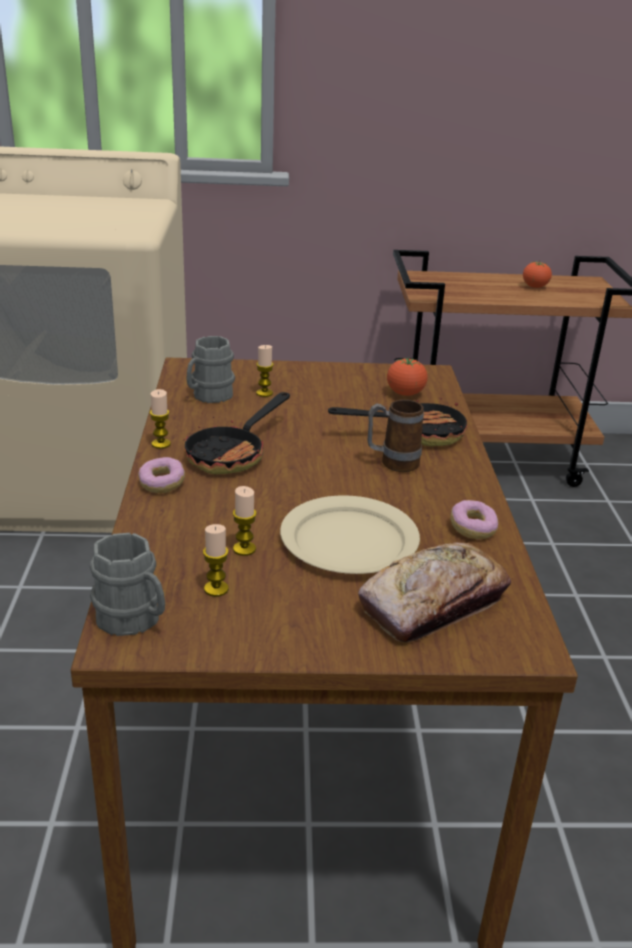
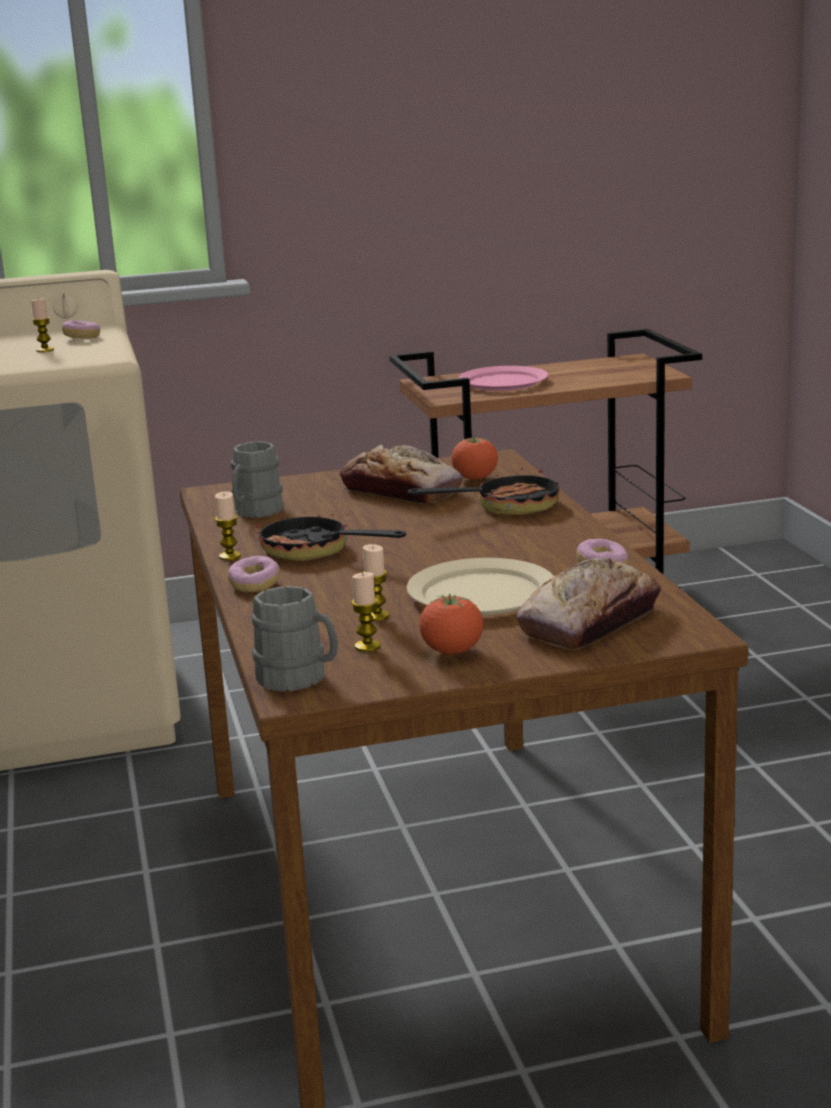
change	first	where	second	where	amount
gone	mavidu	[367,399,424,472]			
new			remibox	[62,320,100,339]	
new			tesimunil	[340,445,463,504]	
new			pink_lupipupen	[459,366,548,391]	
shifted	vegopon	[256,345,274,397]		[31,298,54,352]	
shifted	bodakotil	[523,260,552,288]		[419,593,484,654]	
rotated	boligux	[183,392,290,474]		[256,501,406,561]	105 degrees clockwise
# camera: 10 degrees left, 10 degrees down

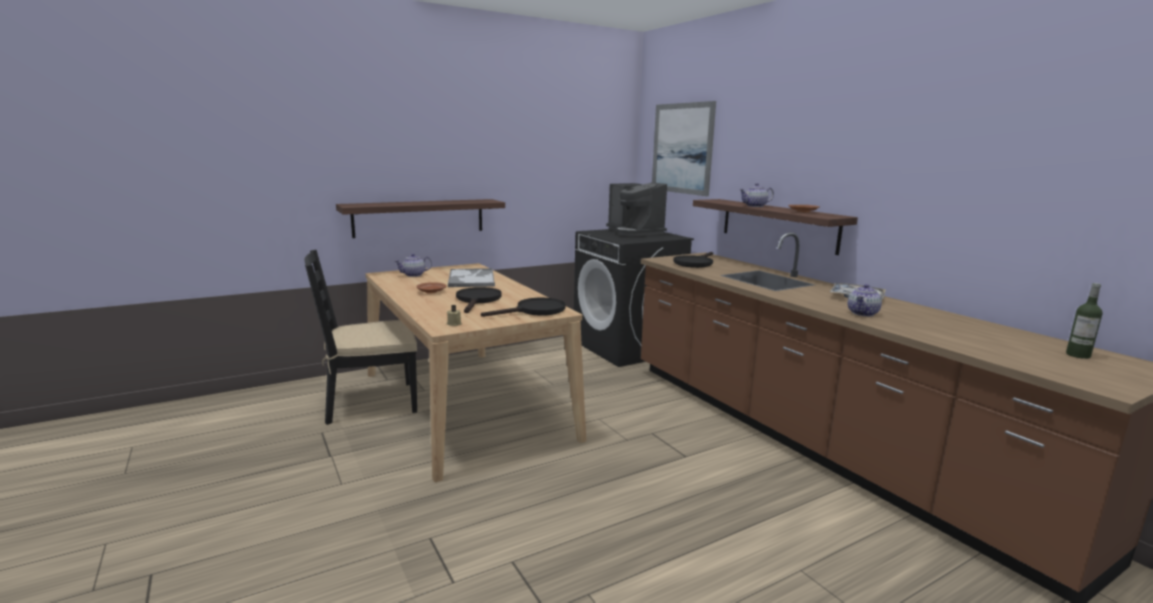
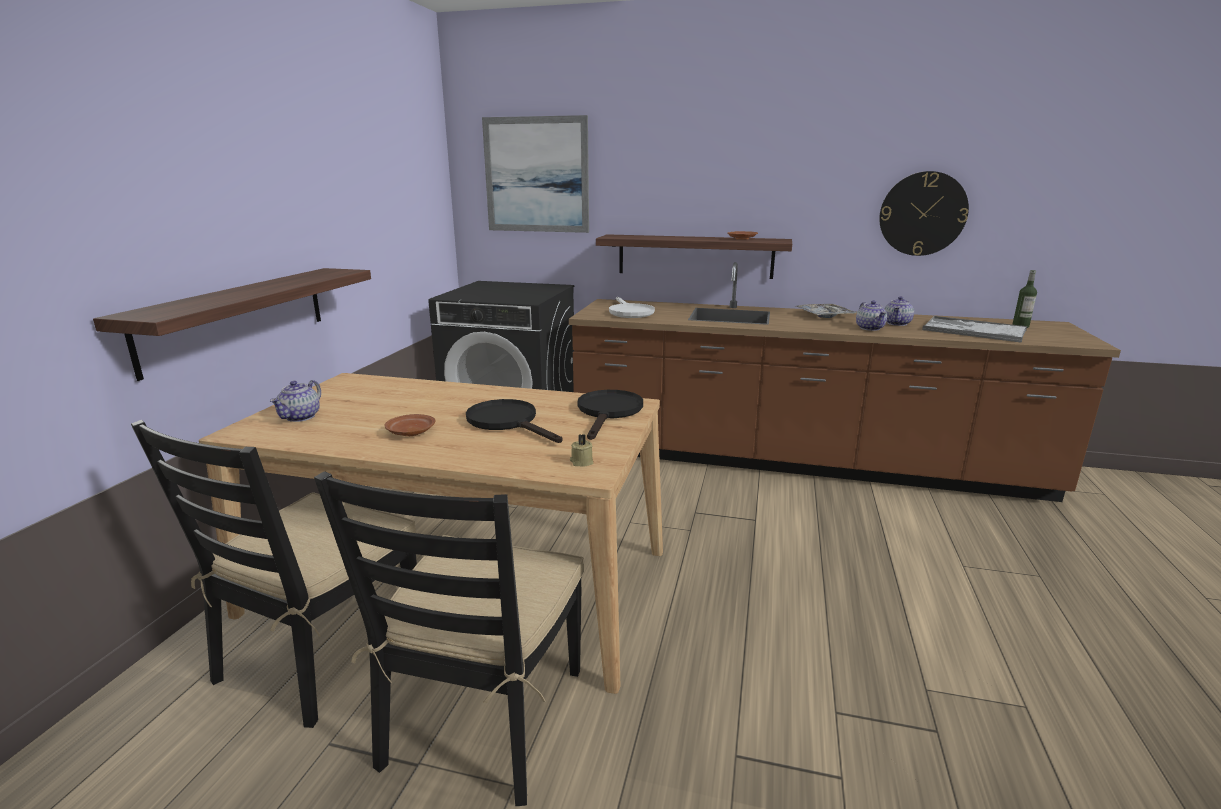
change	first	where	second	where	amount
gone	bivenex	[606,182,667,236]			
new			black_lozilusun	[314,471,584,806]	
new			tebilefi	[879,171,969,256]	
shifted	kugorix	[448,268,495,287]		[922,316,1027,343]	
shifted	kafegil	[739,183,774,207]		[885,296,914,326]	
repainted	black_boligux	[673,252,713,268]	white_boligux	[609,297,655,318]	
# camera: 45 degrees left, 5 degrees up

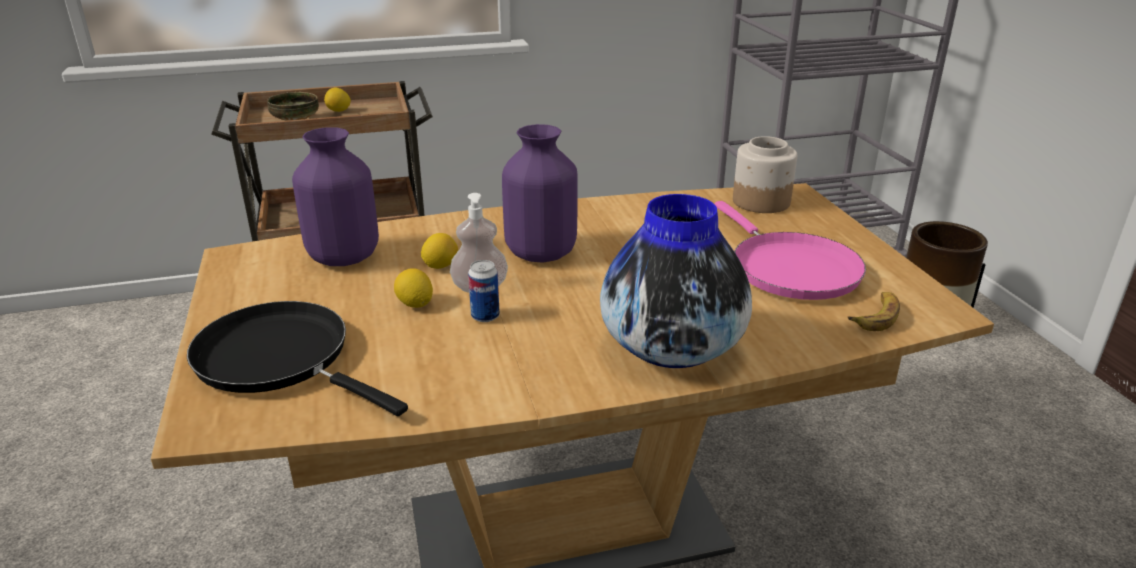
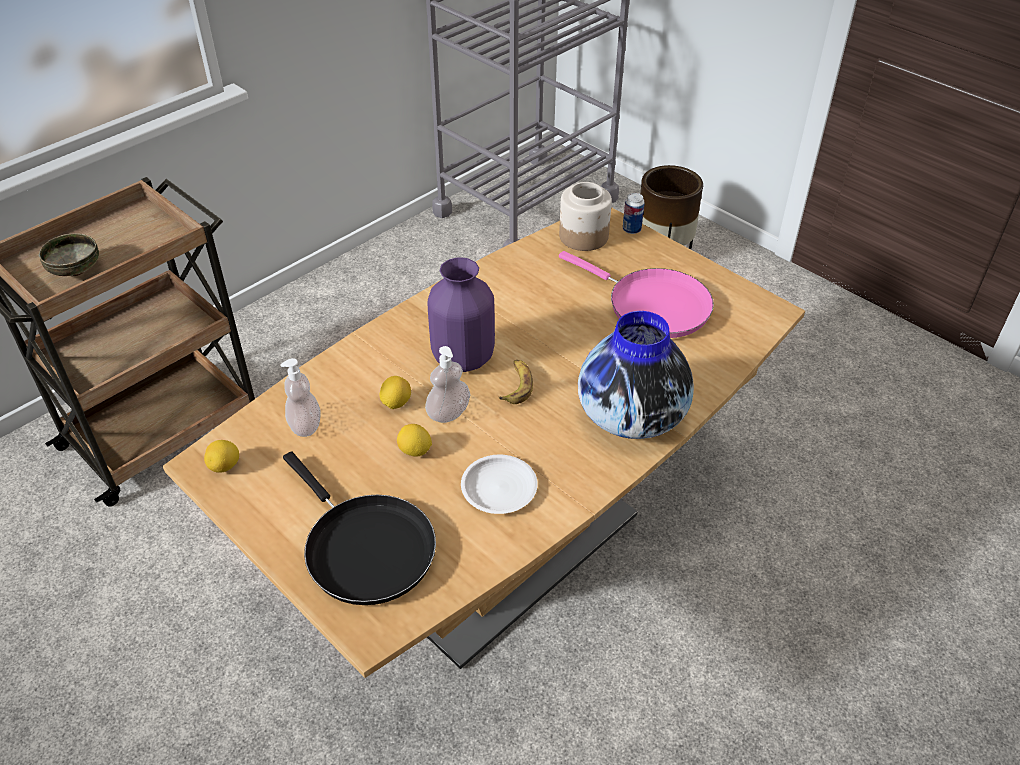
change	first	where	second	where	amount
new			white_lupipupen	[461,455,538,514]	
shifted	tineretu	[324,88,351,112]		[204,440,239,473]	
shifted	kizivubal	[468,260,500,322]		[623,193,645,234]	
shifted	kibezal	[848,292,900,331]		[499,360,533,404]	
swapped	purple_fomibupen	[292,127,379,266]	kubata	[280,358,320,437]	
rotated	black_boligux	[187,301,408,416]		[283,451,436,605]	135 degrees counterclockwise
# camera: 30 degrees left, 15 degrees up

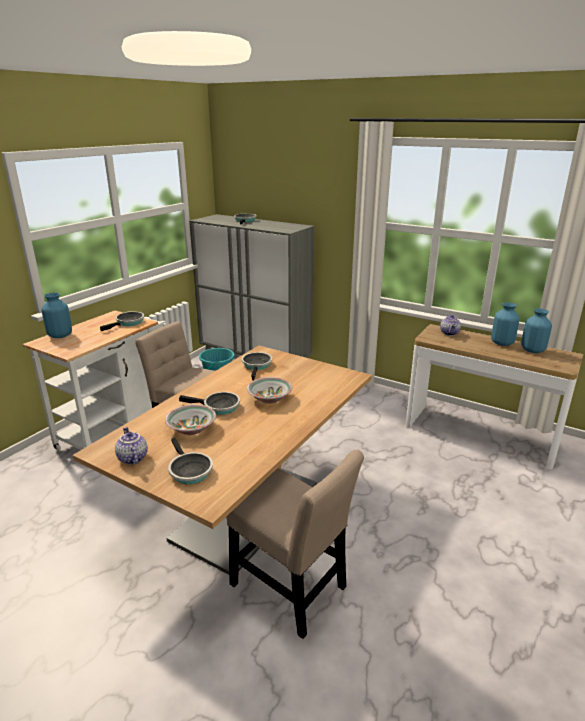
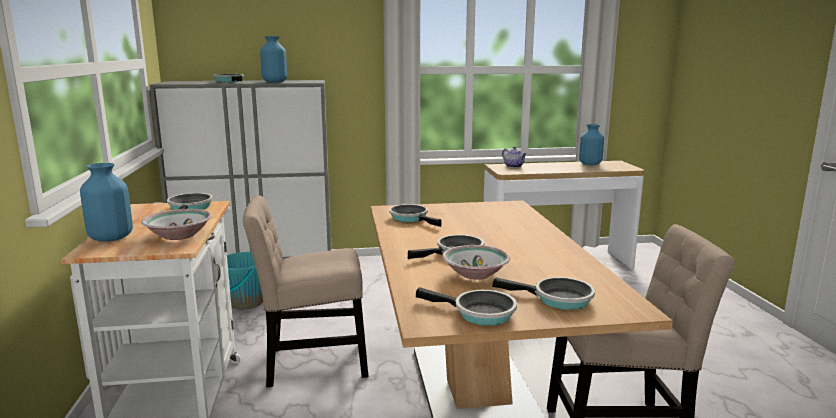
change	first	where	second	where	amount
shifted	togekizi	[247,377,292,404]		[141,209,212,240]	
shifted	blue_fomibupen	[491,302,520,346]		[260,36,287,82]	
swapped	kafegil	[115,427,148,465]	boligux	[416,287,517,326]	
# camera: 40 degrees left, 10 degrees down

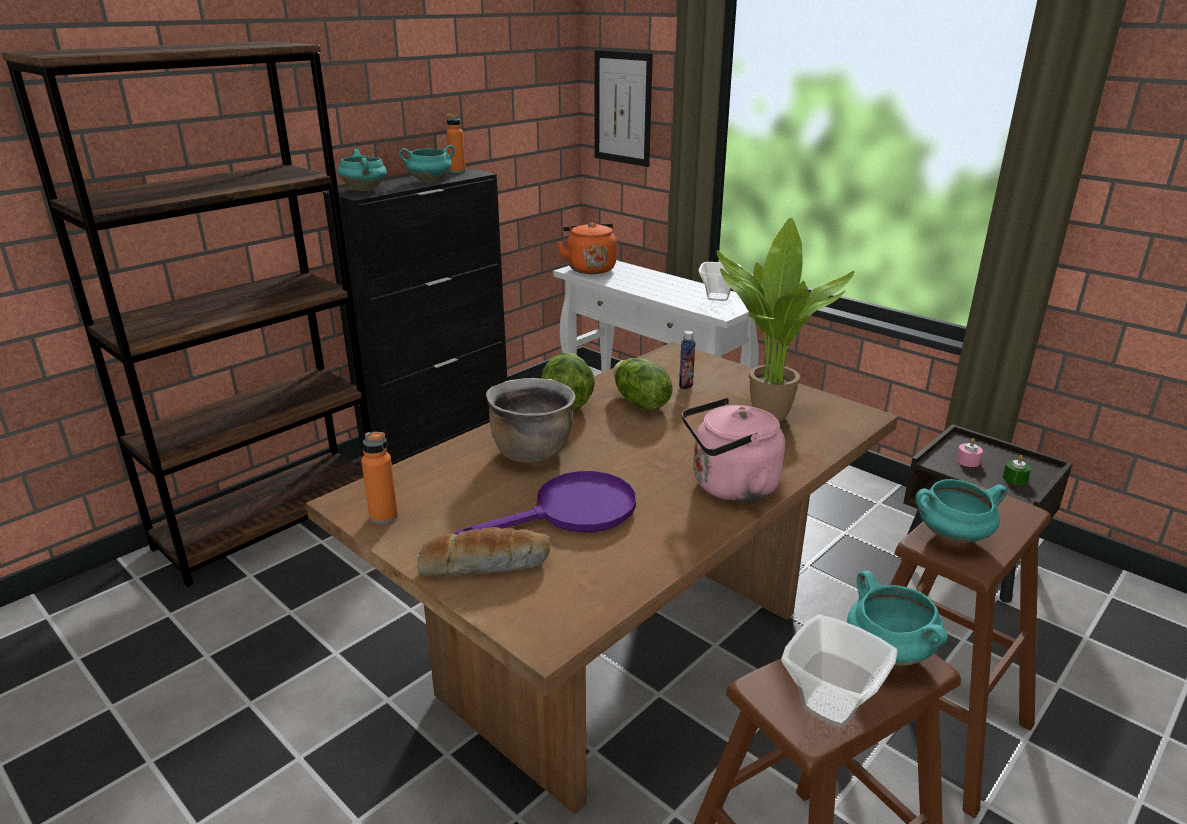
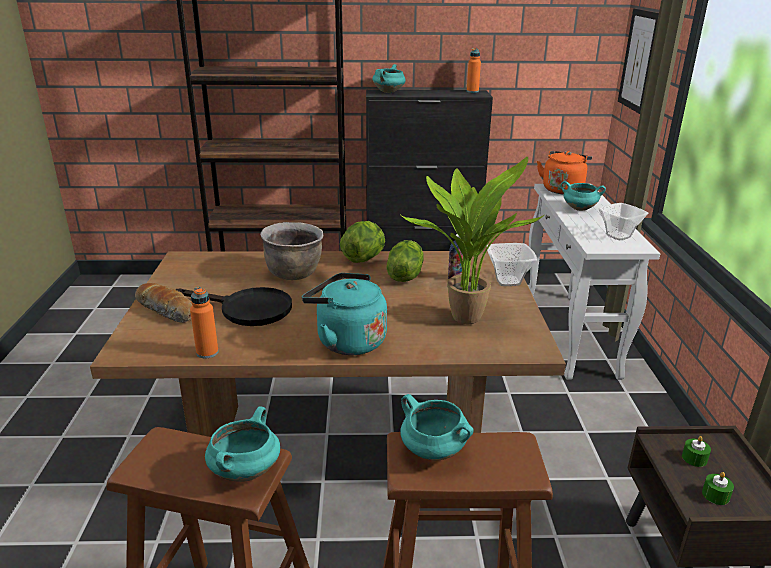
change	first	where	second	where	amount
shifted	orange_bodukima	[361,432,398,524]		[190,287,218,358]	
shifted	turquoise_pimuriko	[399,145,455,183]		[561,181,606,211]	
shifted	togekizi	[781,614,898,728]		[487,243,537,286]	
repainted	purple_boligux	[455,471,636,535]	black_boligux	[176,287,292,326]	
repainted	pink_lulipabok	[682,398,785,502]	turquoise_lulipabok	[302,273,387,355]	
repainted	pink_vegopon	[956,438,983,467]	green_vegopon	[682,436,711,467]	
# camera: 45 degrees right, 0 degrees up

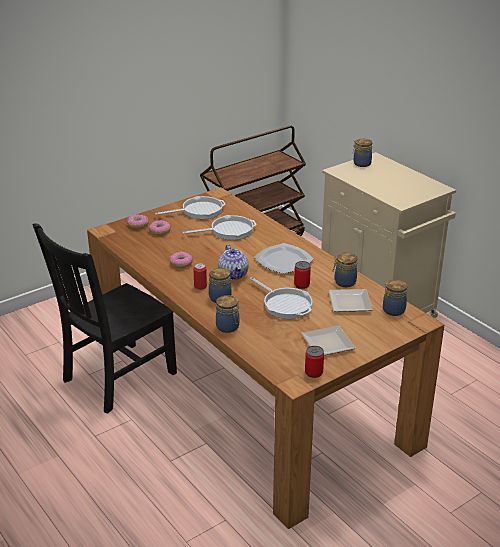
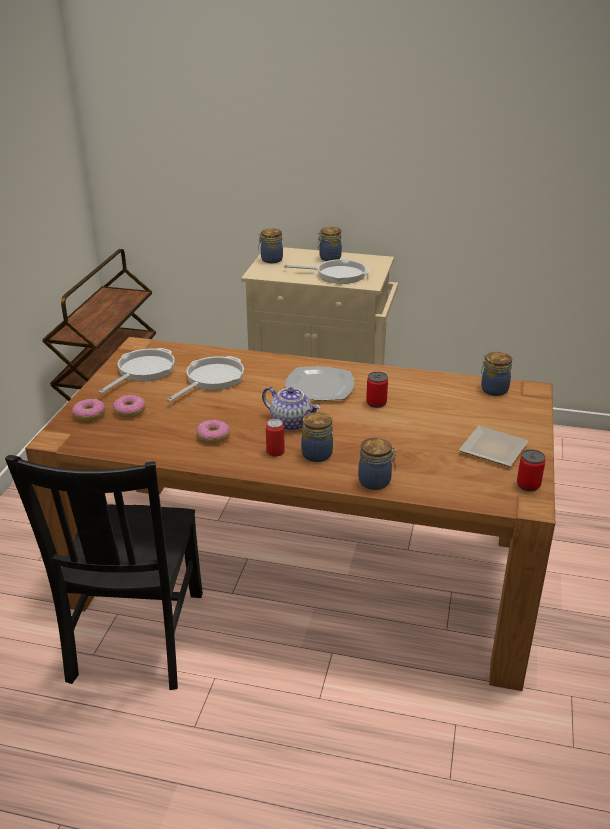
change	first	where	second	where	amount
gone	lupipupen	[329,289,373,312]			
shifted	boligux	[250,277,313,319]		[284,259,370,284]	
shifted	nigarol	[333,253,357,287]		[317,227,342,261]	
# camera: 40 degrees left, 0 degrees up

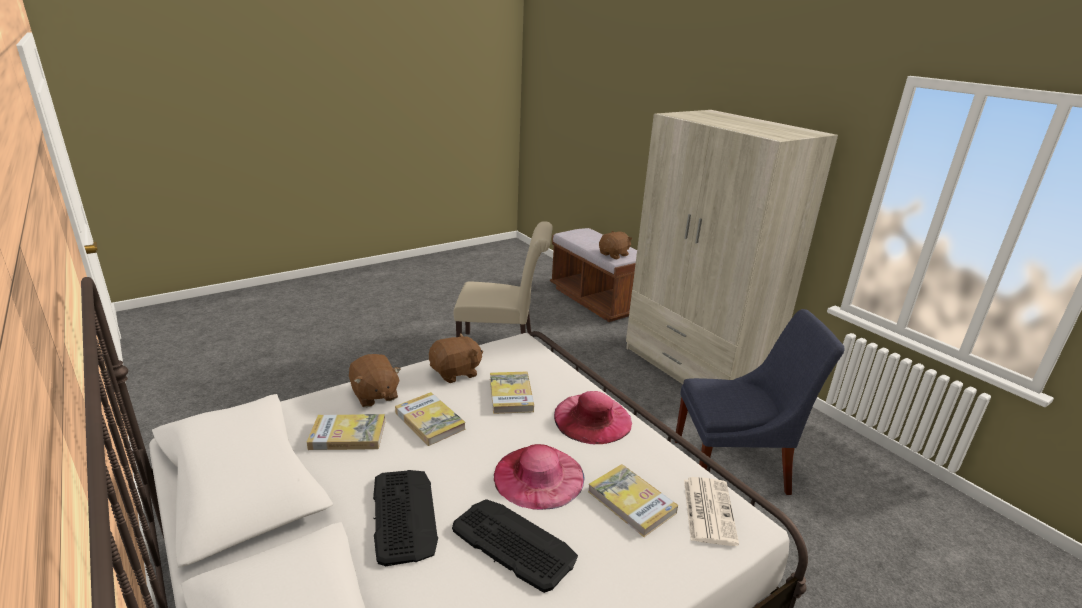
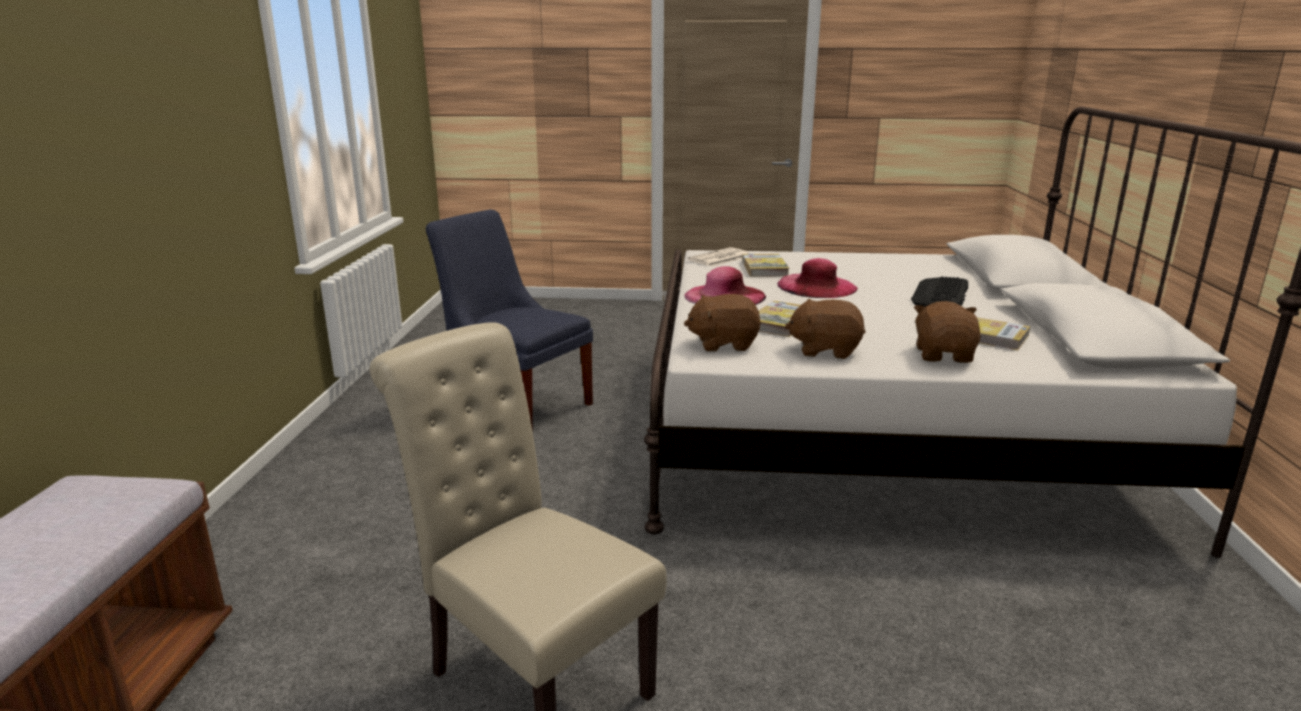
change	first	where	second	where	amount
gone	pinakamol	[395,392,466,446]			
gone	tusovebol	[452,499,578,593]			
gone	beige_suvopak	[626,110,838,384]			
shifted	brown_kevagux	[599,231,632,259]		[684,294,761,352]	
# camera: 140 degrees left, 5 degrees down

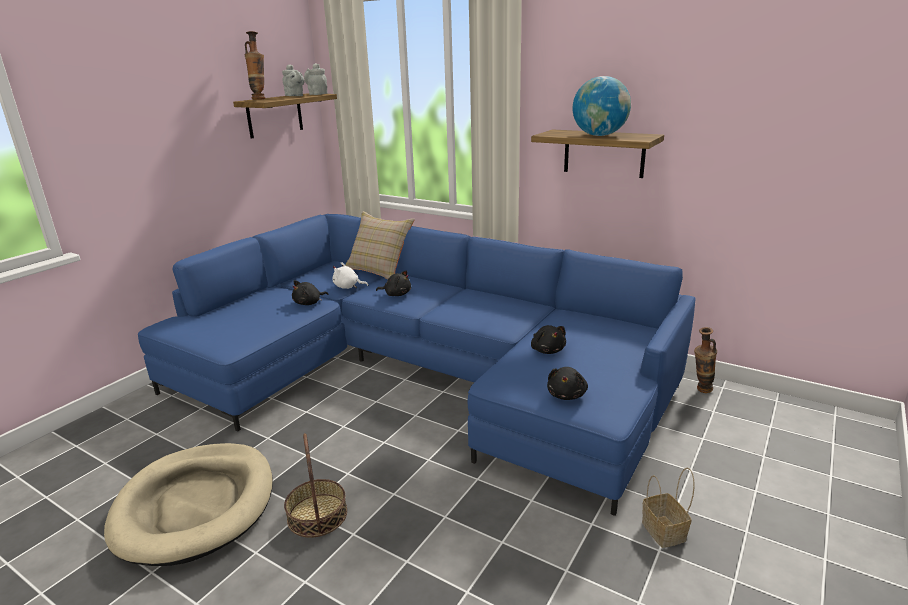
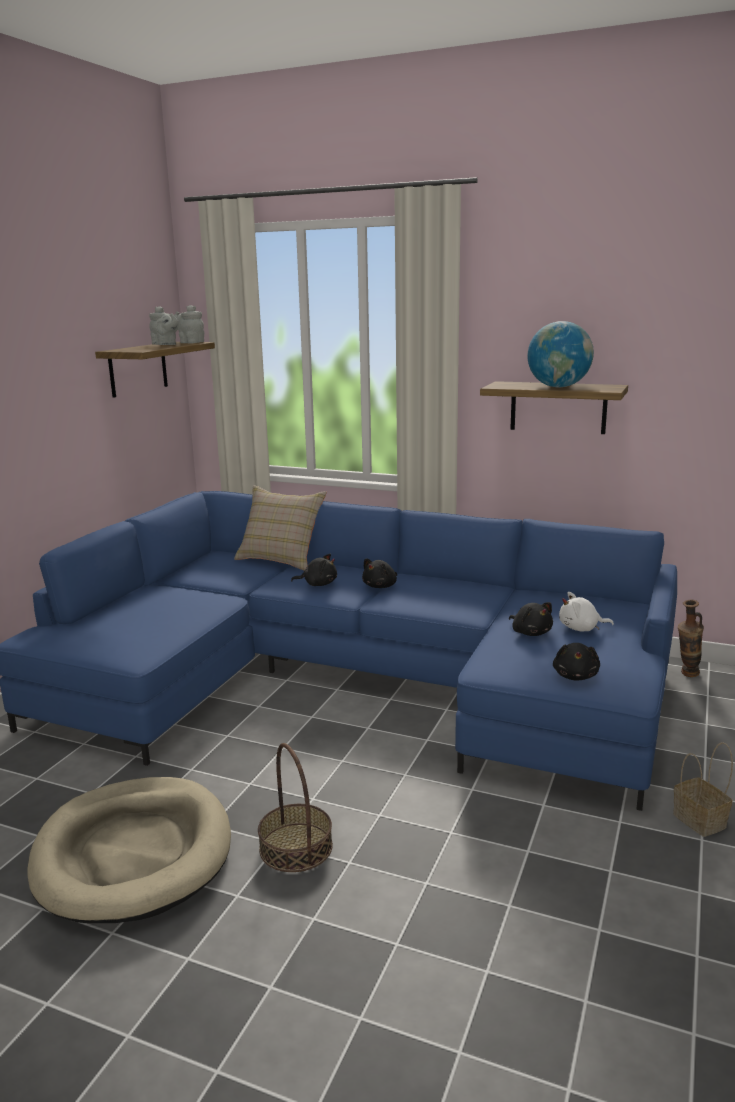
change	first	where	second	where	amount
gone	fomibupen	[245,31,265,100]			
shifted	black_kevagux	[292,280,328,305]		[362,558,397,588]	
shifted	white_kevagux	[333,262,368,289]		[559,592,614,632]	
# camera: 10 degrees left, 5 degrees down

